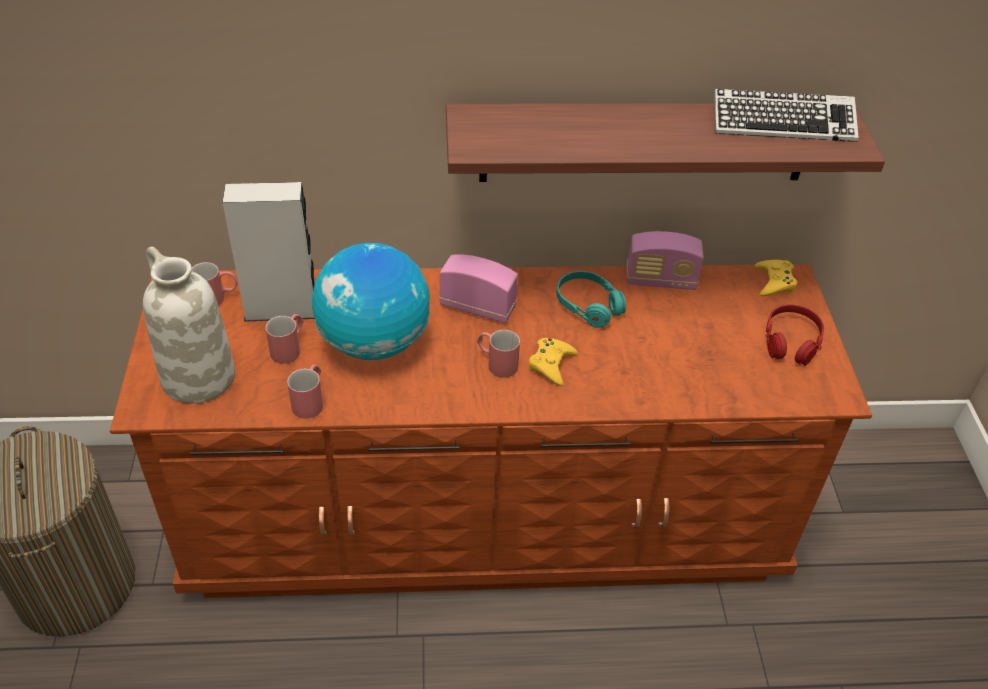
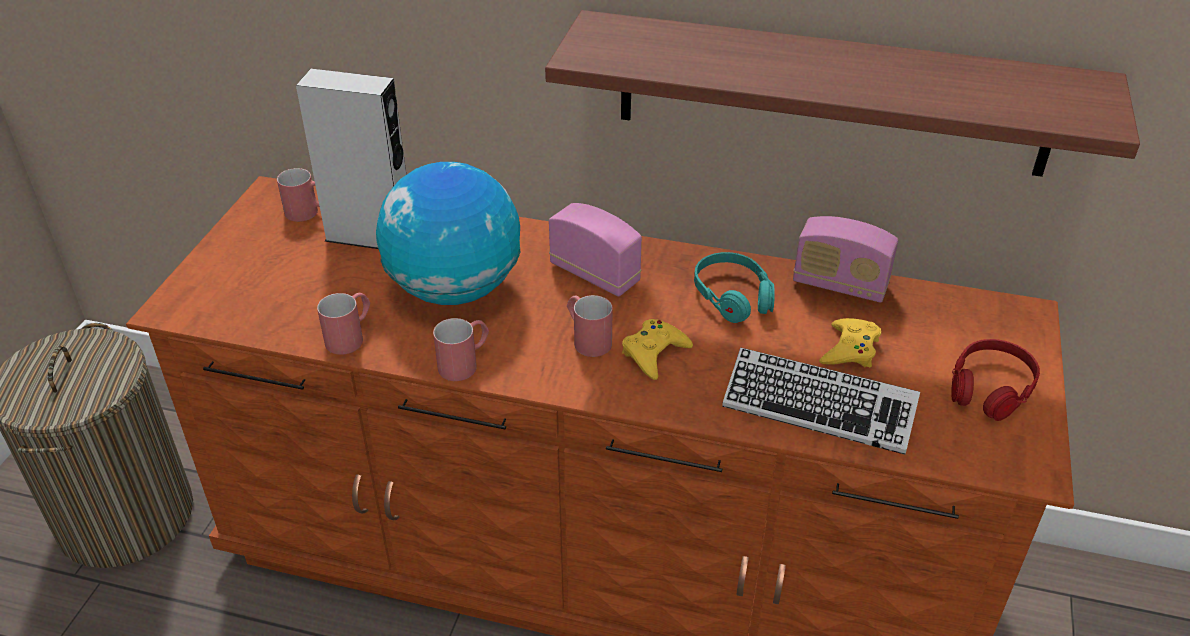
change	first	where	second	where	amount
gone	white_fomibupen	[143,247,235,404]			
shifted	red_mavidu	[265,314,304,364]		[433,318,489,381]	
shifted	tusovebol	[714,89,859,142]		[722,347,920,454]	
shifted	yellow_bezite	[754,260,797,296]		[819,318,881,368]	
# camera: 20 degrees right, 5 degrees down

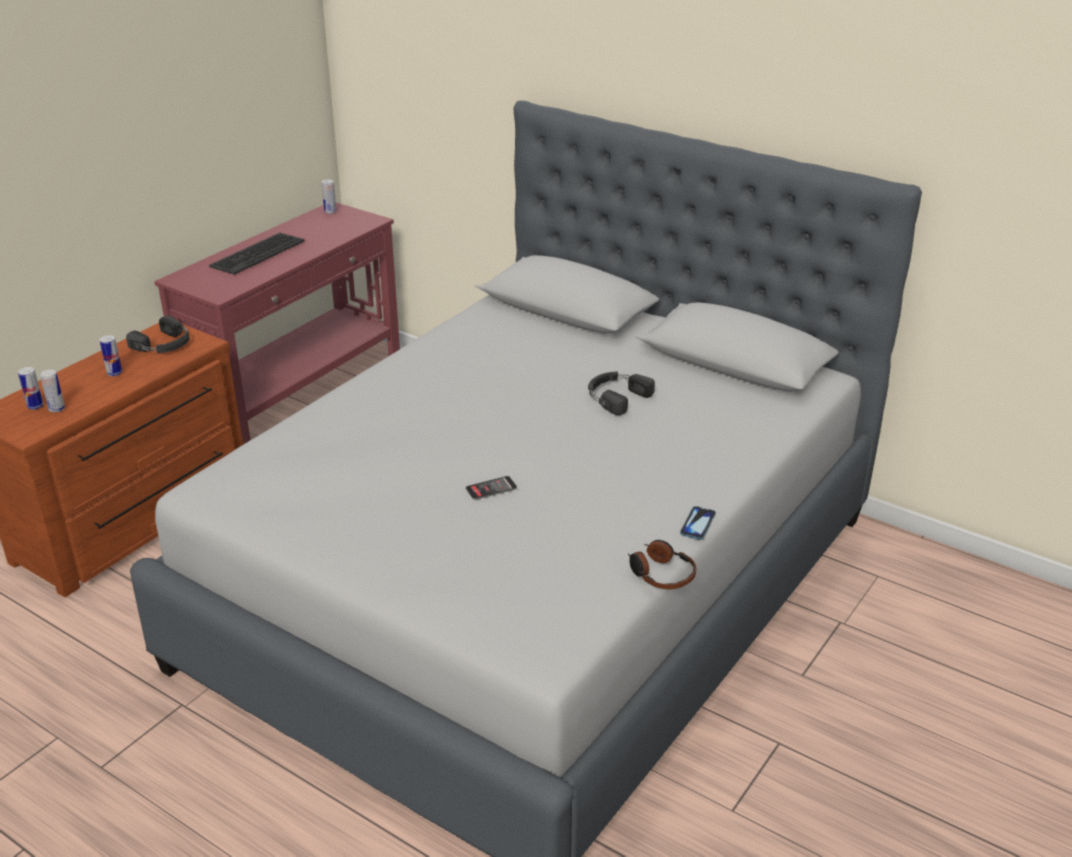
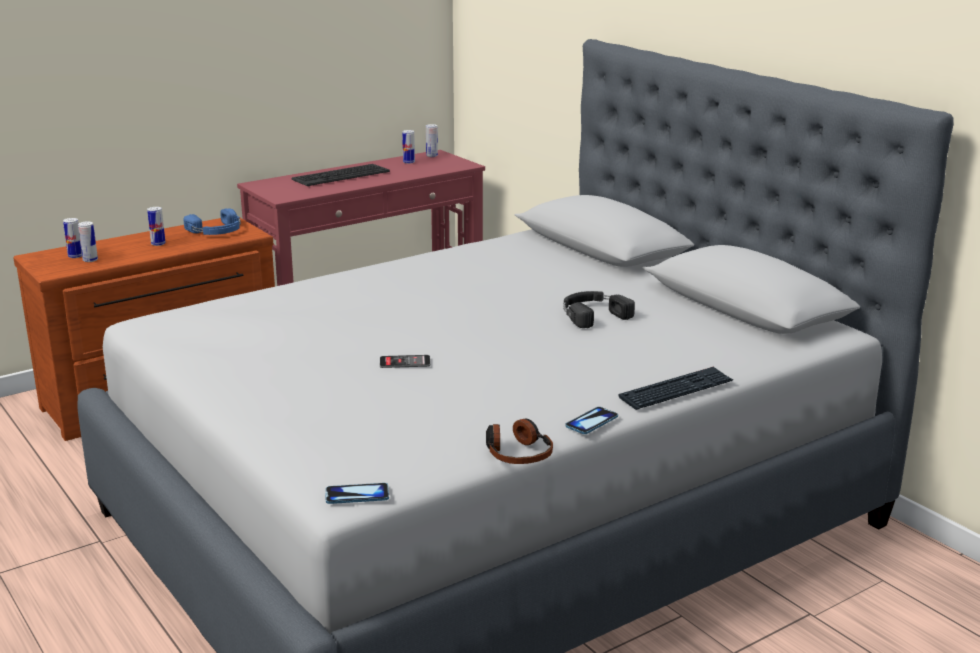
change	first	where	second	where	amount
new			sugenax	[326,483,389,504]	
new			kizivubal	[402,130,415,164]	
new			tusovebol	[618,367,733,410]	
repainted	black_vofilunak	[126,316,189,353]	blue_vofilunak	[184,208,241,235]	
# camera: 20 degrees right, 10 degrees down

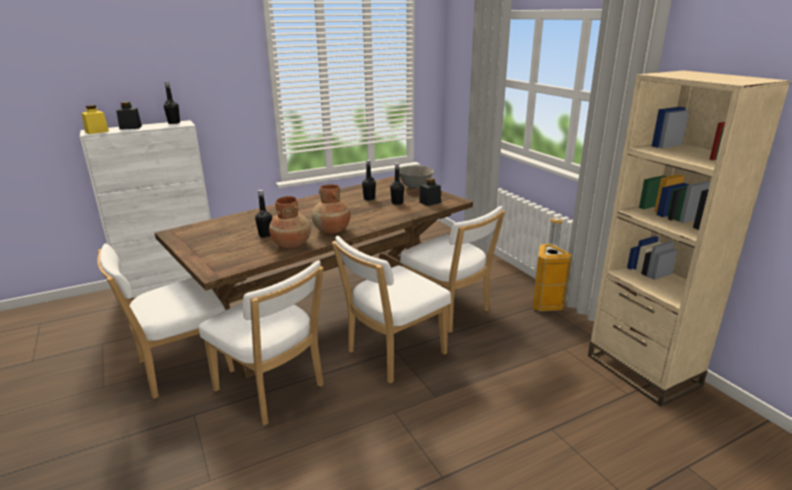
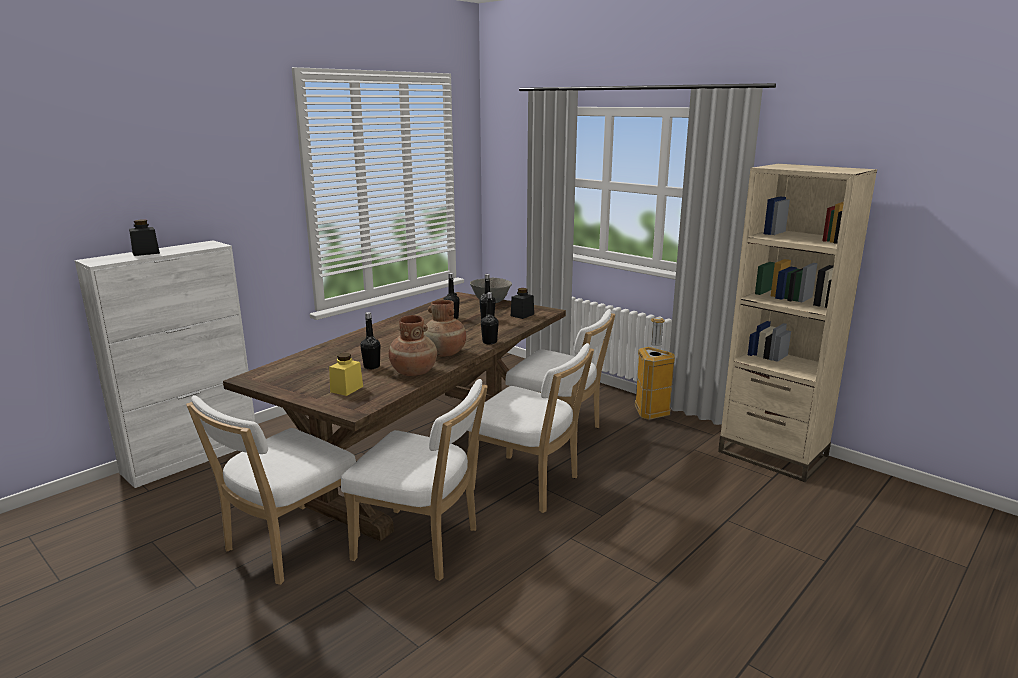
change	first	where	second	where	amount
shifted	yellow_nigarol	[81,105,109,134]		[329,353,363,396]	
shifted	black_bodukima	[164,81,180,124]		[481,292,499,345]	
rotated	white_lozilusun	[332,236,451,383]		[467,343,594,513]	90 degrees counterclockwise
# camera: 20 degrees left, 5 degrees down

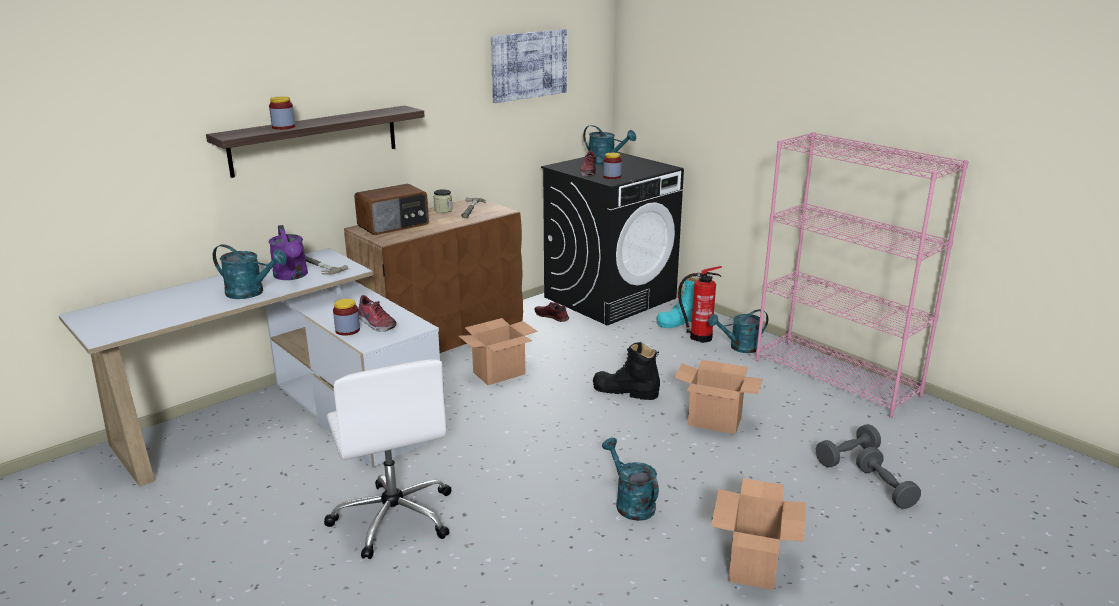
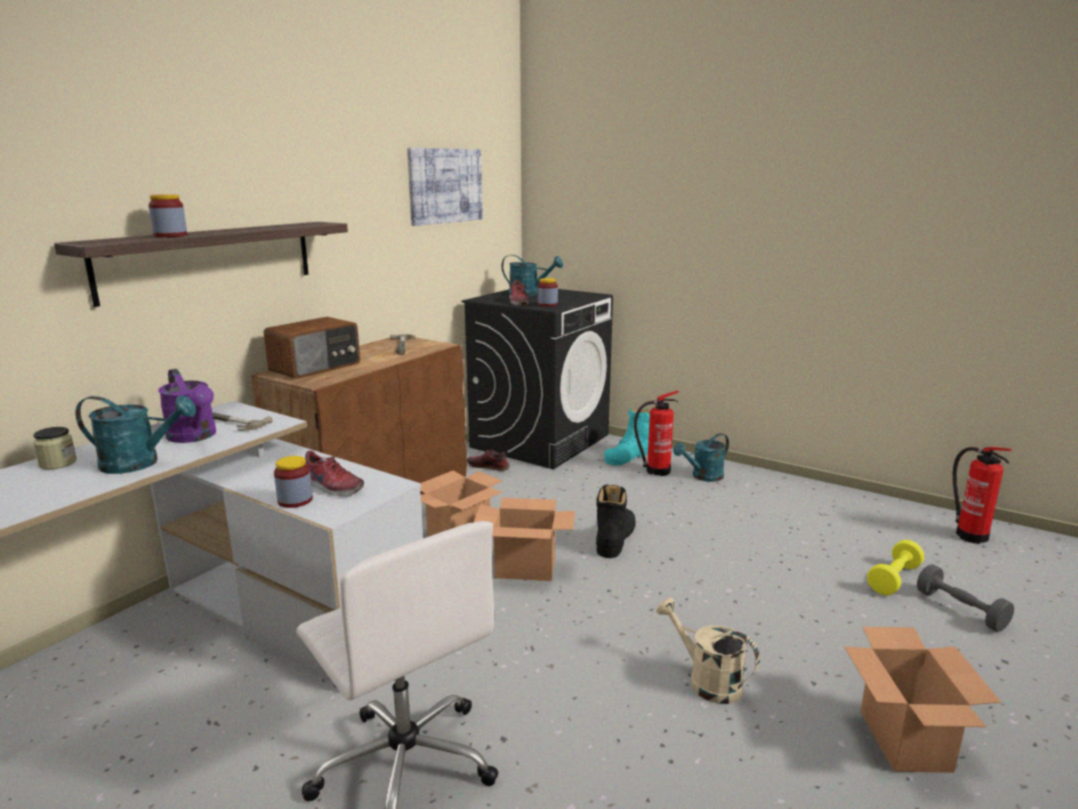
change	first	where	second	where	amount
gone	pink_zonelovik	[756,132,969,418]			
new			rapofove	[953,447,1012,544]	
shifted	nigarol	[433,189,453,213]		[33,427,77,470]	
shifted	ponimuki	[674,359,763,434]		[474,498,575,581]	
repainted	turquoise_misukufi	[602,438,659,521]	beige_misukufi	[656,598,760,704]	
repainted	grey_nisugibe	[816,424,881,467]	yellow_nisugibe	[867,540,924,595]	
rotated	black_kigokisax	[593,342,660,400]		[596,484,636,558]	105 degrees clockwise
# camera: 15 degrees left, 5 degrees down

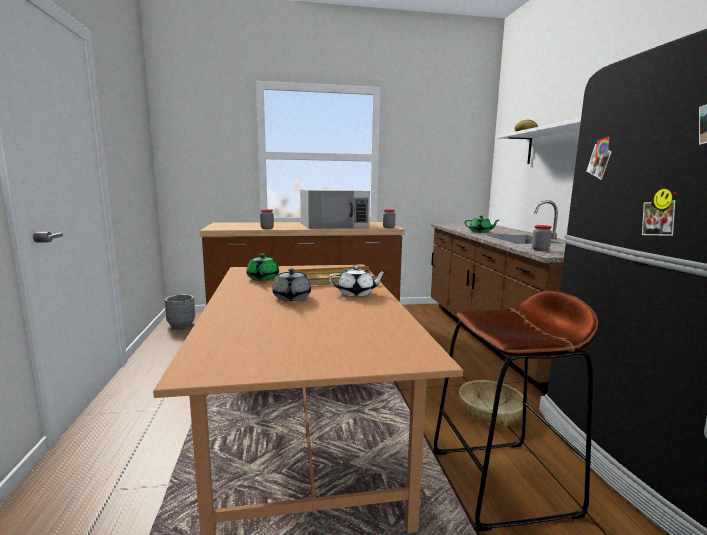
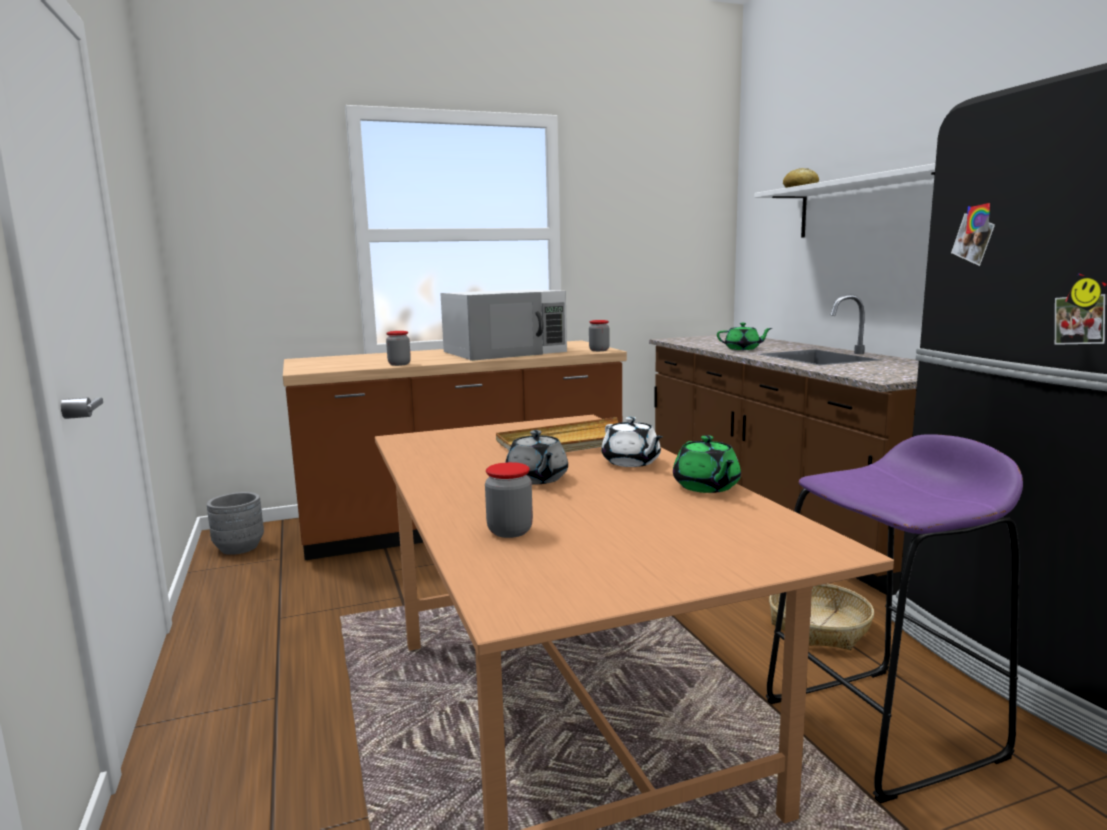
change	first	where	second	where	amount
shifted	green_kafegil	[246,254,279,281]		[673,435,741,493]	
shifted	nigarol	[532,225,552,251]		[485,462,533,538]	
repainted	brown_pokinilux	[433,291,598,532]	purple_pokinilux	[765,434,1023,804]	
rotated	white_kafegil	[328,265,387,296]		[601,417,662,467]	75 degrees clockwise
# camera: 10 degrees left, 0 degrees up

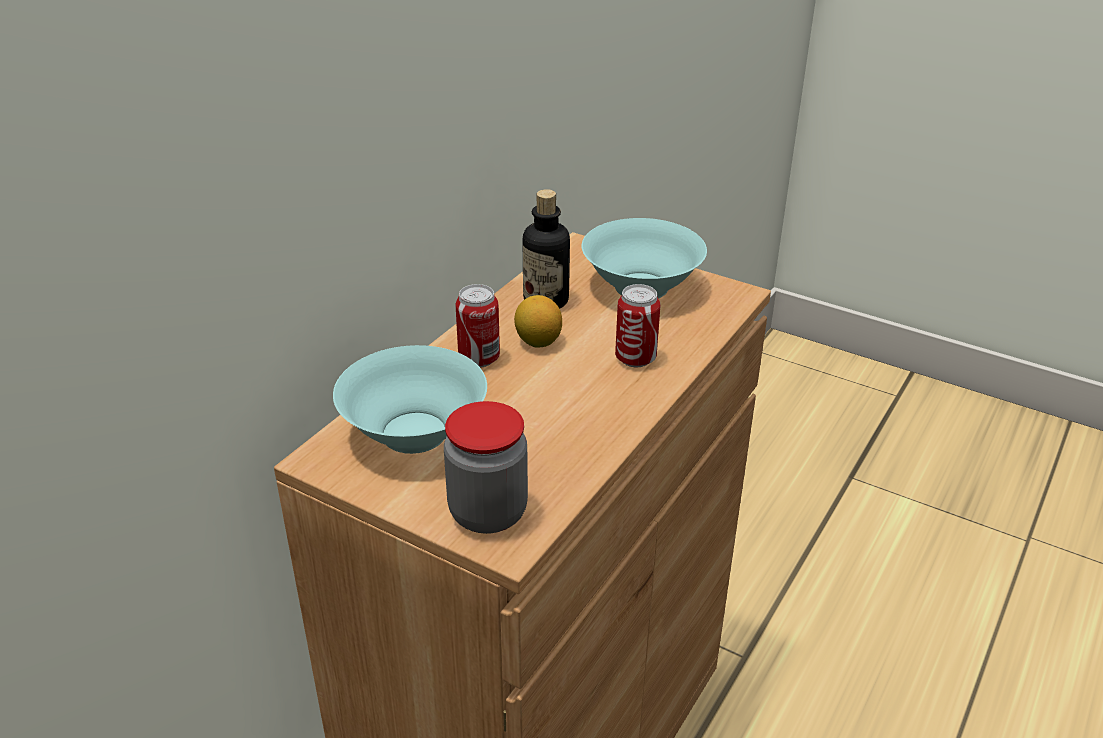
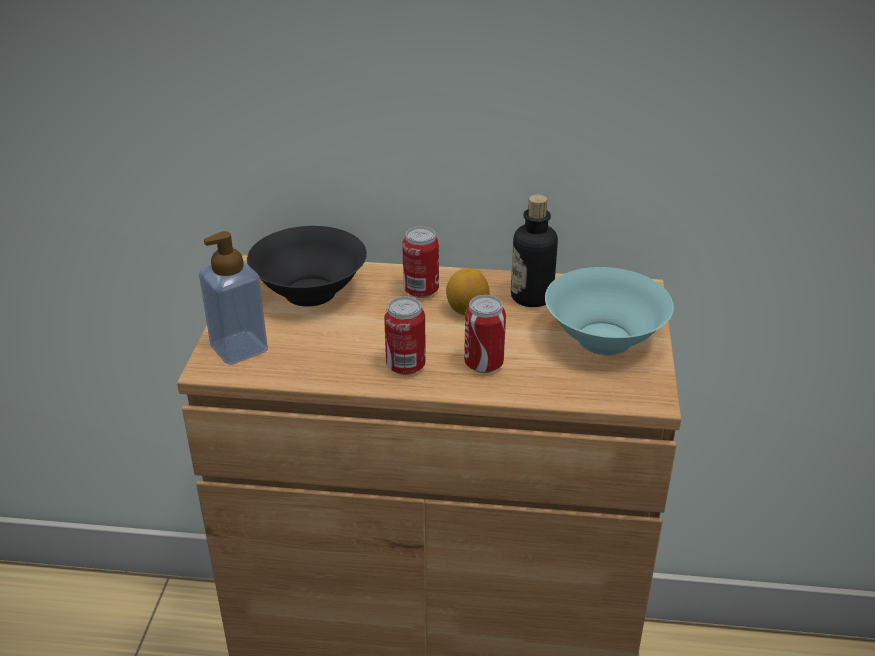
change	first	where	second	where	amount
new			kizivubal	[384,297,426,375]	
swapped	nigarol	[444,401,528,534]	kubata	[199,231,268,365]	
repainted	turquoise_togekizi	[333,345,487,454]	black_togekizi	[247,226,367,307]	
# camera: 65 degrees right, 0 degrees up

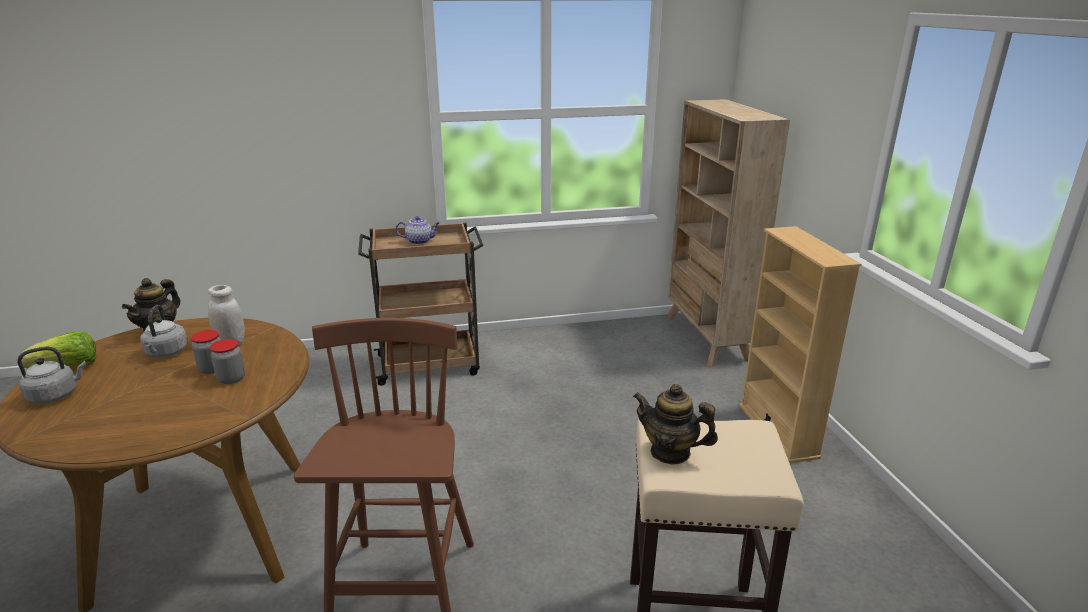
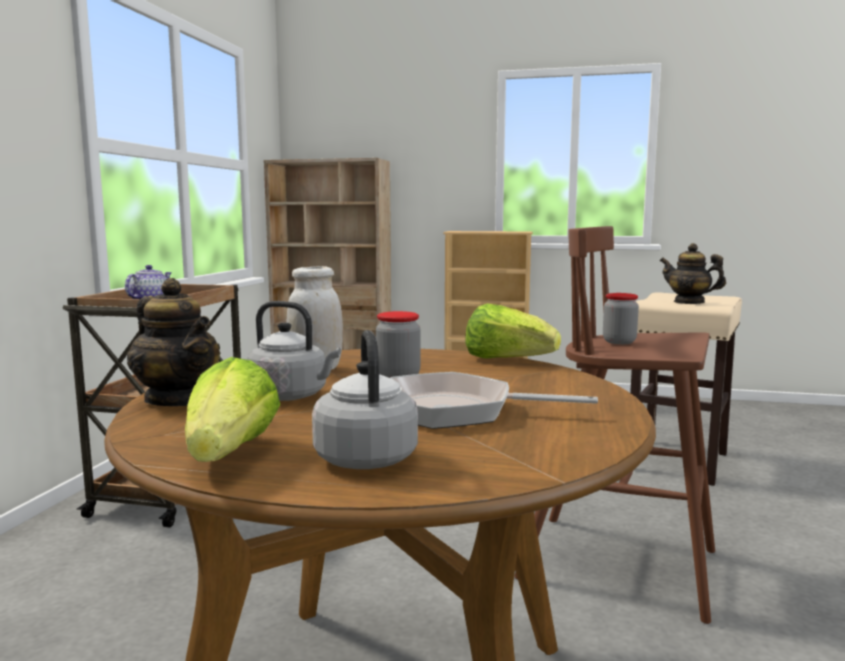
change	first	where	second	where	amount
new			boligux	[391,372,598,429]	
new			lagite	[465,304,561,358]	
shifted	nigarol	[210,339,245,384]		[603,293,639,344]	
rotated	kafegil	[633,384,718,464]		[660,243,726,304]	75 degrees clockwise
# camera: 65 degrees left, 15 degrees down

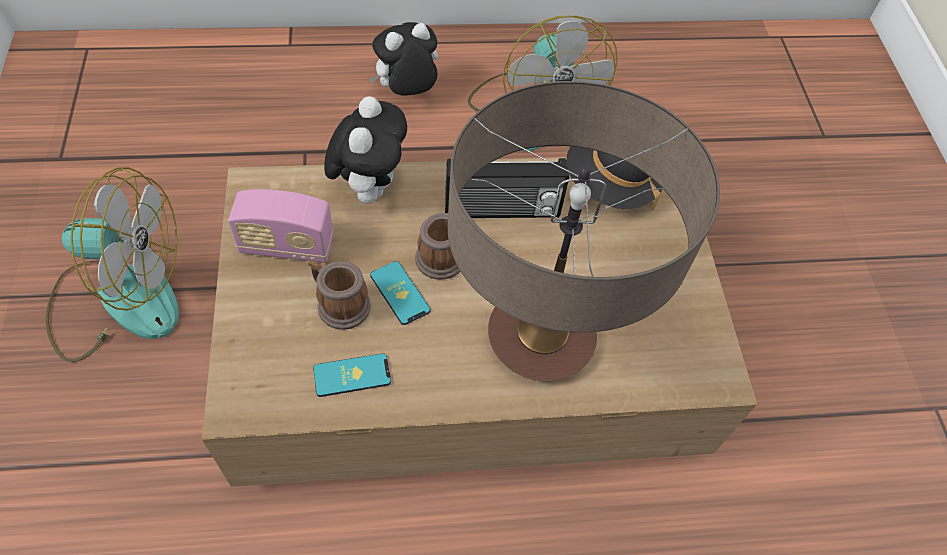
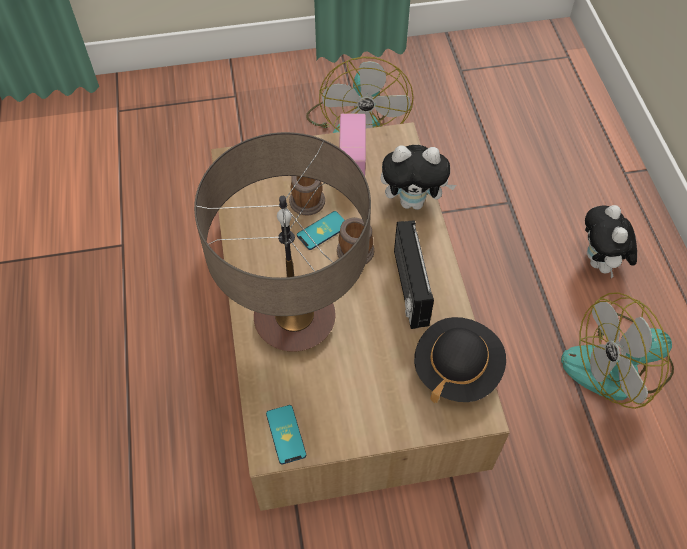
change	first	where	second	where	amount
shifted	sugenax	[313,353,391,397]		[266,405,306,464]	
rotated	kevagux	[369,22,438,96]		[585,205,637,278]	150 degrees counterclockwise
# camera: 90 degrees right, 0 degrees up

